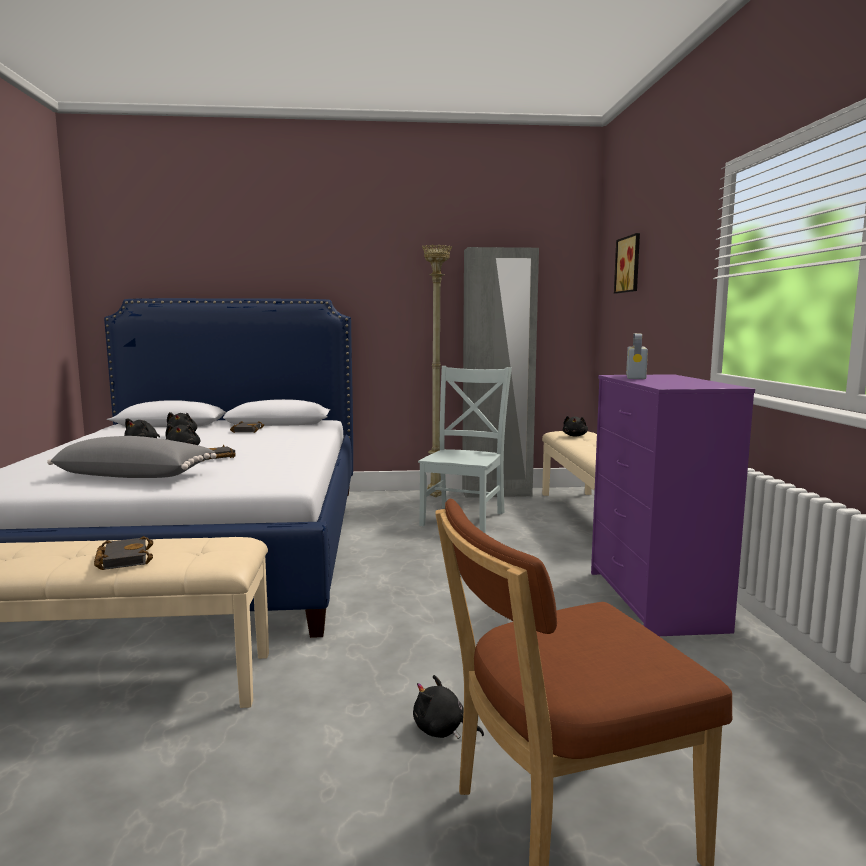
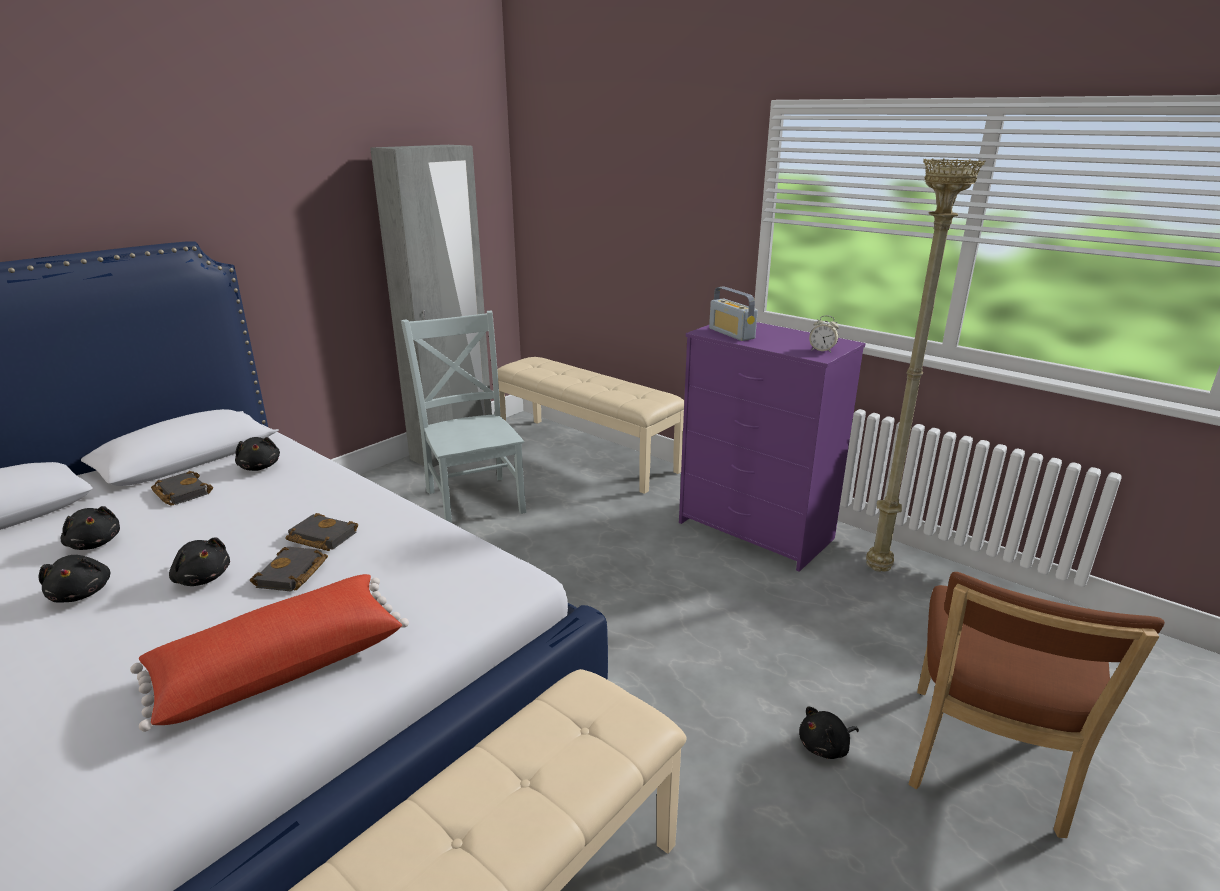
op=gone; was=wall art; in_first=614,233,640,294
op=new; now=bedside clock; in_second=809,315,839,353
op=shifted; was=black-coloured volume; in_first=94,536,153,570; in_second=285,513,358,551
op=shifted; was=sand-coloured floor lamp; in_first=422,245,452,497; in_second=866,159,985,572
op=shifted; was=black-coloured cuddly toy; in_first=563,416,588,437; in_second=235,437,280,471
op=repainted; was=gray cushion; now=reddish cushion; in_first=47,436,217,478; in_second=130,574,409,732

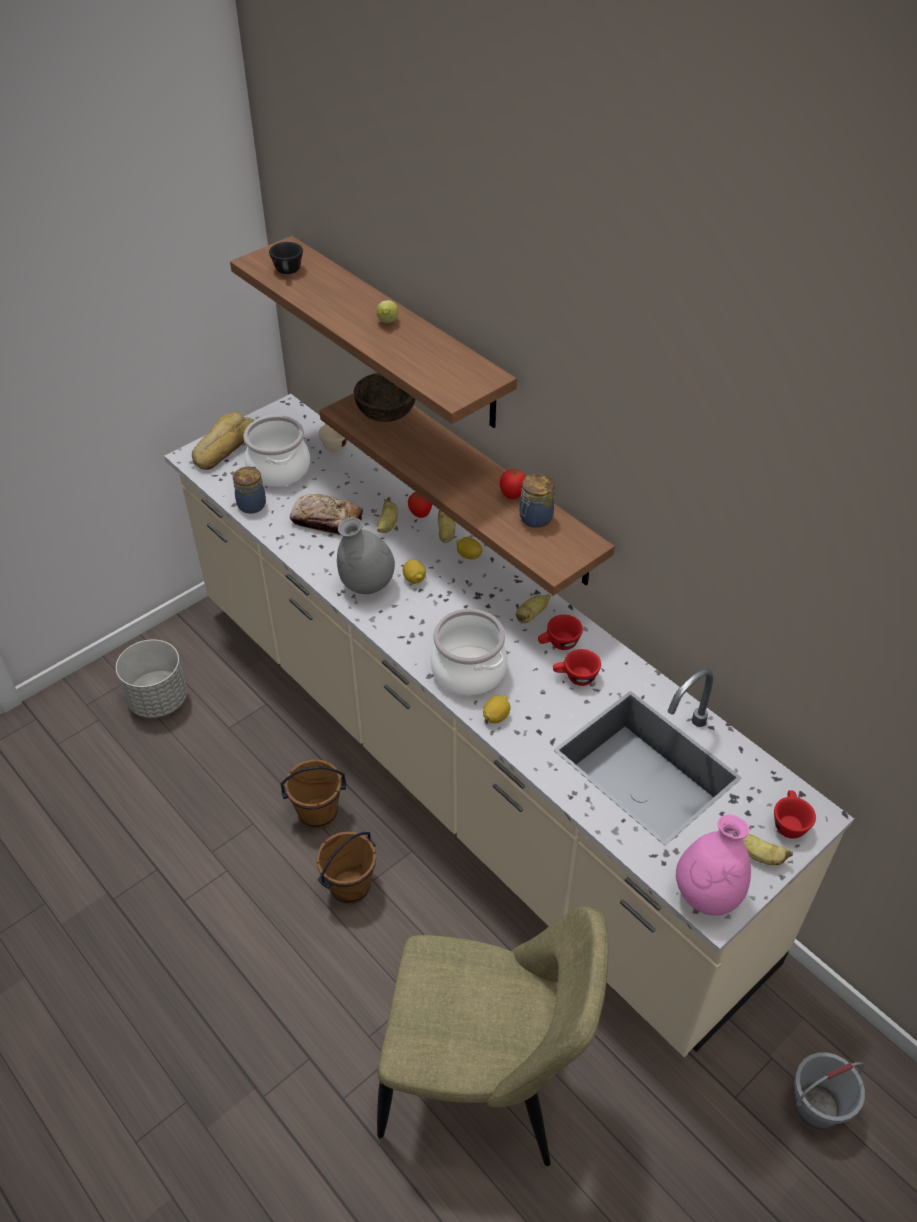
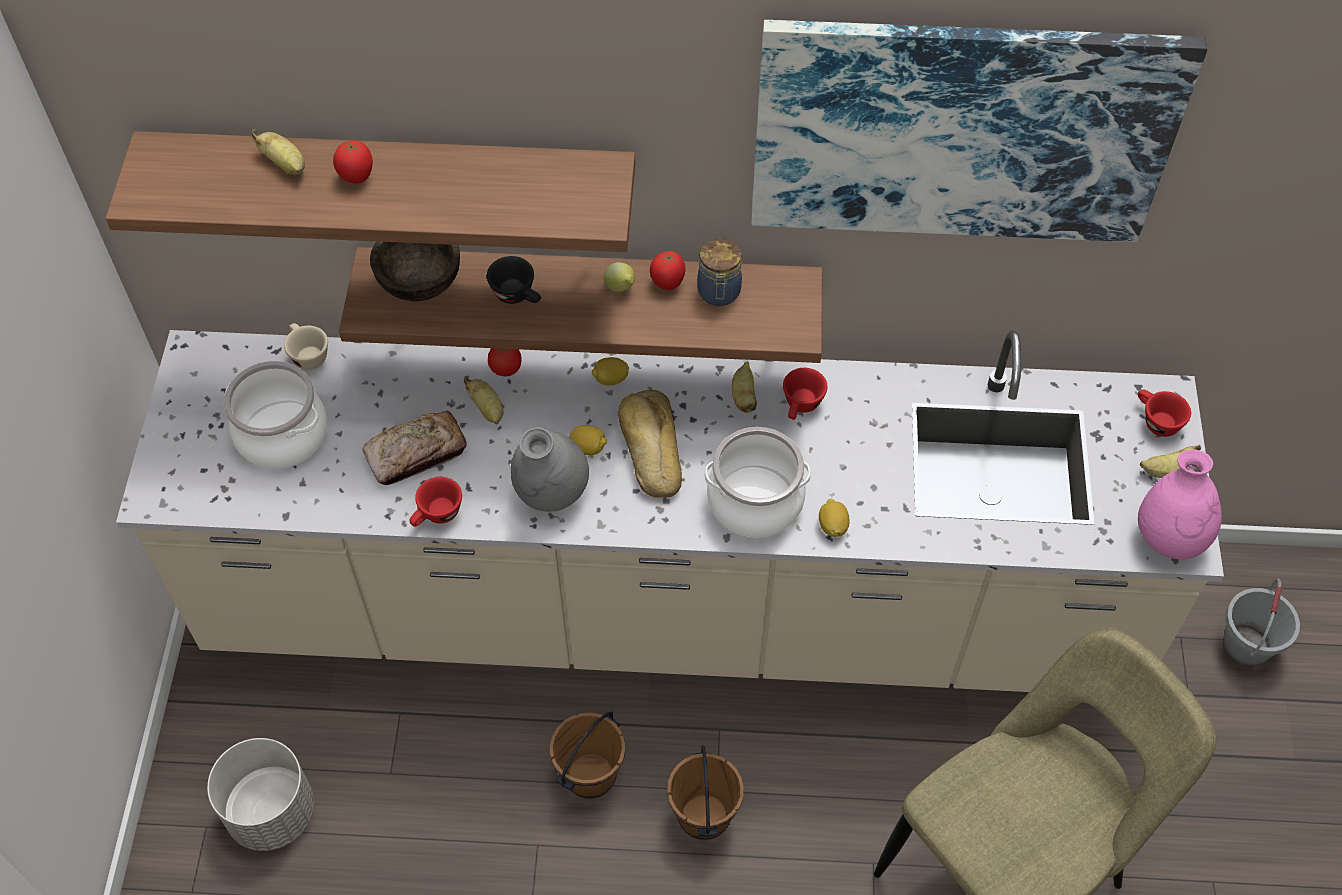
op=gone; was=jar; in_first=233,466,266,514
op=new; now=whole tomato; in_second=333,140,373,184
op=new; now=wall art; in_second=751,20,1207,242
op=shifted; was=bread; in_first=192,412,255,470; in_second=618,390,682,498
op=shifted; was=black-coloured drinking cup; in_first=269,242,303,274; in_second=487,256,541,304
op=shifted; was=citrus fruit; in_first=377,300,399,323; in_second=604,262,635,292
op=shifted; was=banana fruit; in_first=438,510,455,543; in_second=252,129,305,175
op=shifted; was=reddish drinking cup; in_first=553,649,601,686; in_second=409,477,462,527

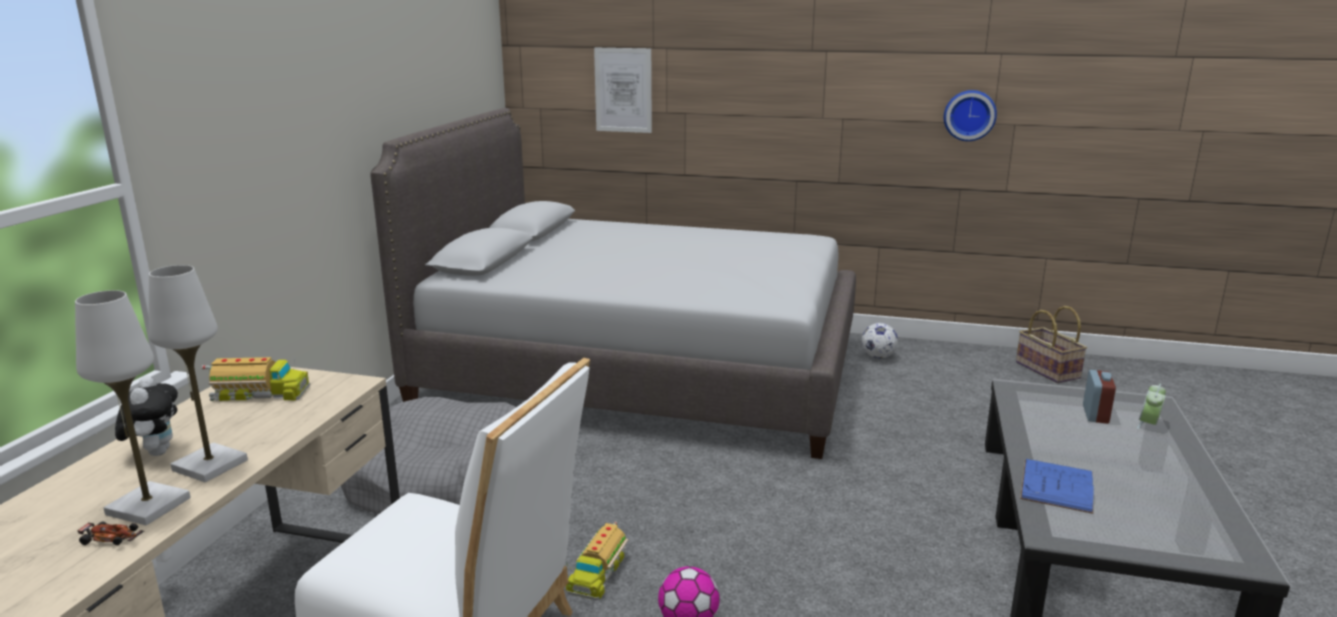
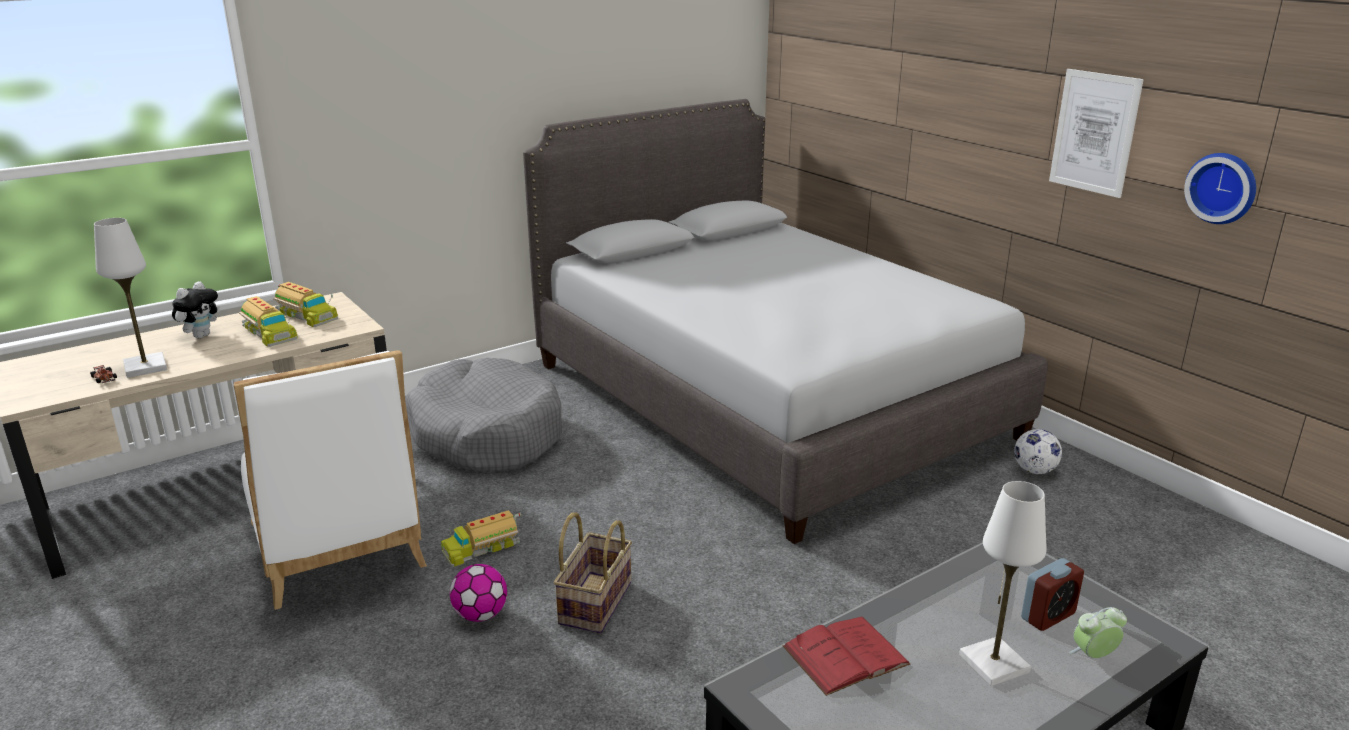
op=new; now=toy truck; in_second=239,296,298,347
op=shifted; was=white-coloured tabletop lamp; in_first=149,265,248,482; in_second=959,481,1046,686
op=shifted; was=wall art; in_first=594,48,652,133; in_second=1049,69,1144,198
op=shifted; was=storage basket; in_first=1016,306,1087,383; in_second=554,512,632,633
op=repainted; was=bluish volume; now=reddish volume; in_first=1020,459,1094,514; in_second=782,617,911,696

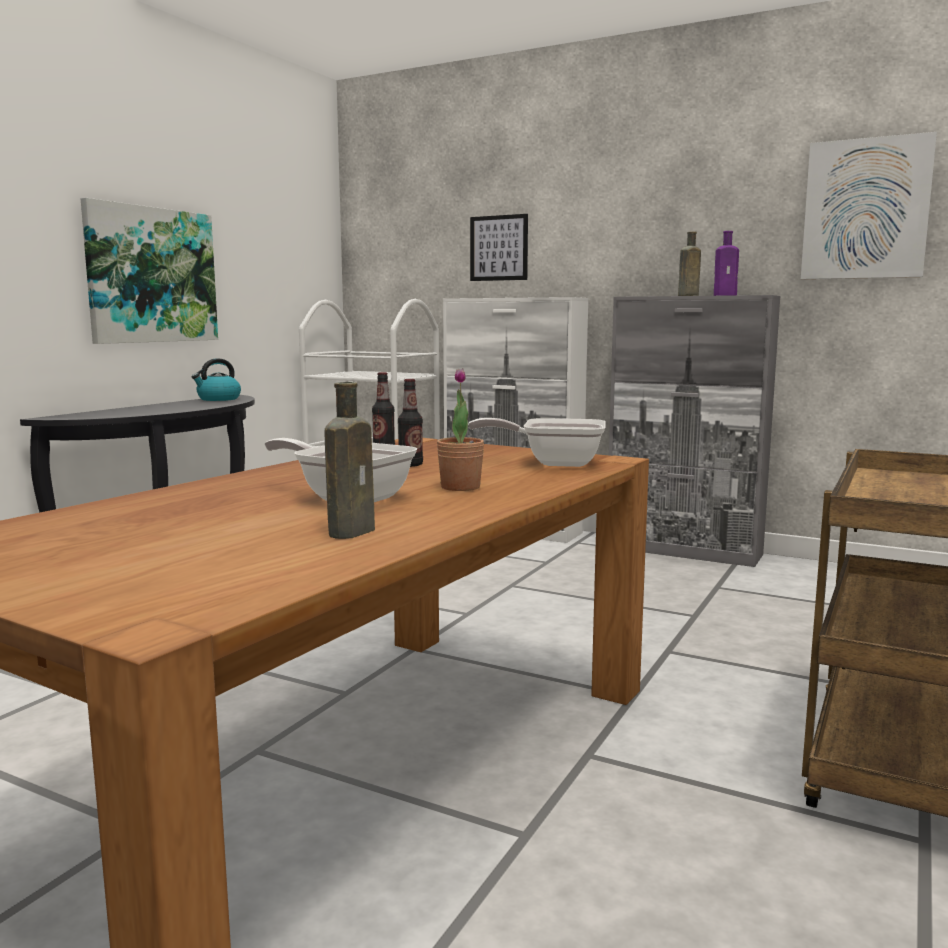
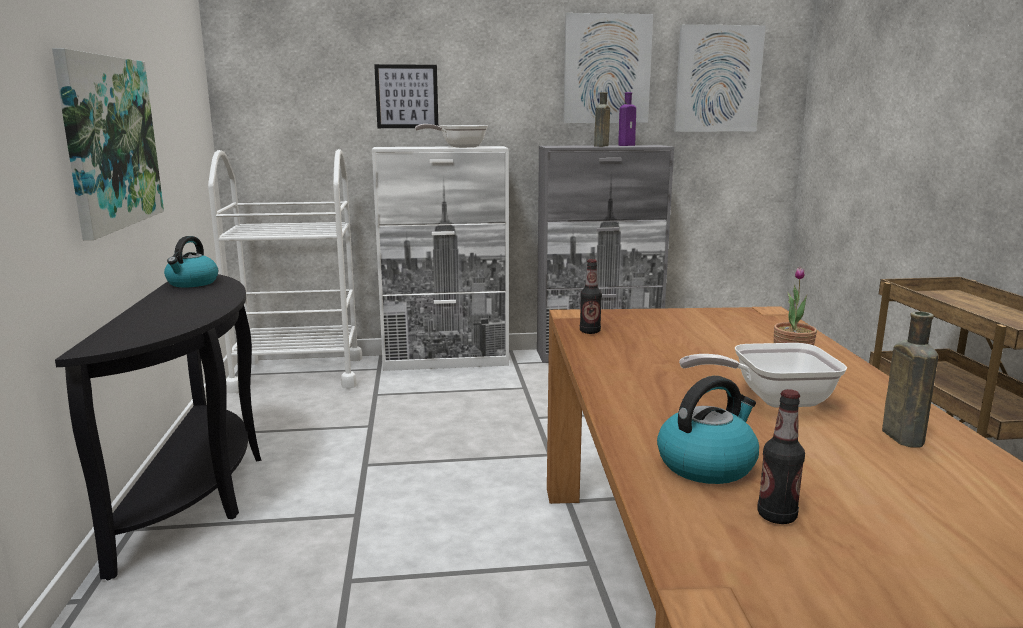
op=new; now=wall art; in_second=563,13,653,123
op=new; now=water kettle; in_second=657,376,759,484
op=shifted; was=beverage bottle; in_first=398,379,423,467; in_second=757,389,805,524
op=shifted; was=frying pan; in_first=468,418,606,467; in_second=415,124,488,148

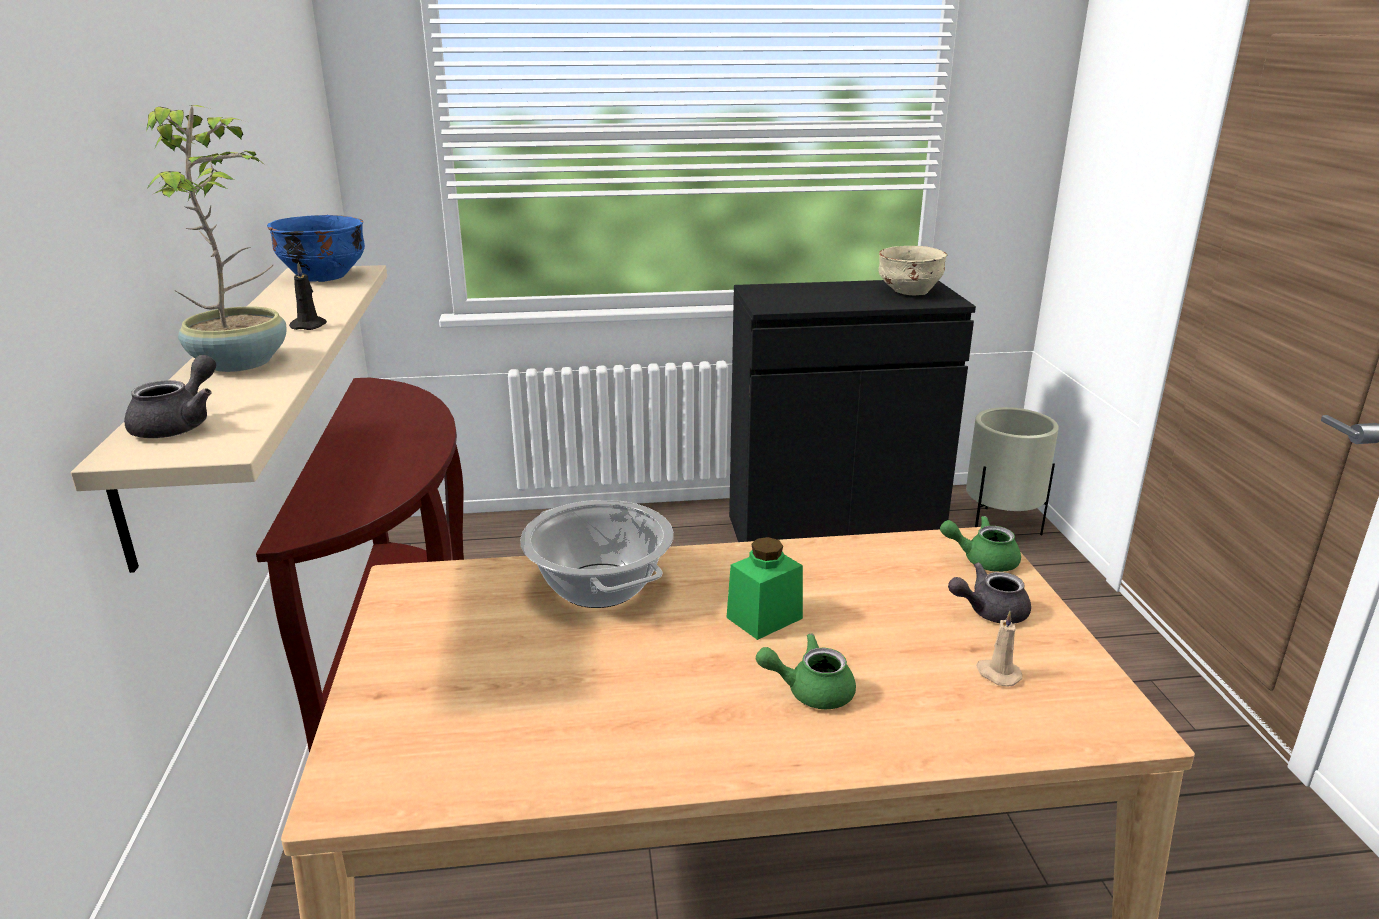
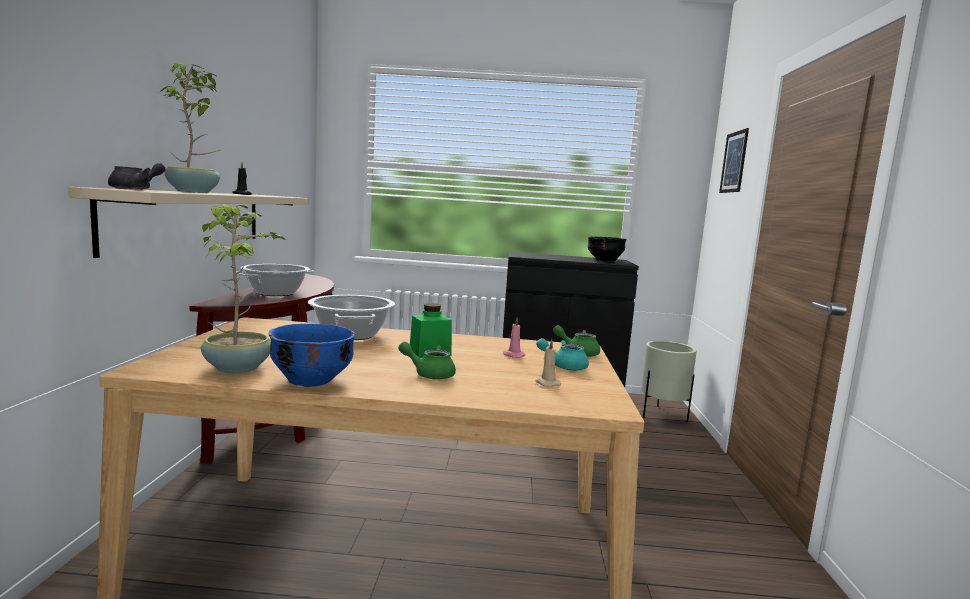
op=new; now=potted plant; in_second=201,204,287,373
op=new; now=saucepot; in_second=236,264,315,296
op=new; now=pink candle; in_second=502,318,525,358
op=new; now=wall art; in_second=719,128,749,193
op=shifted; was=bluish bowl; in_first=267,215,365,282; in_second=269,324,355,387
op=repainted; was=sand-coloured bowl; now=black-coloured bowl; in_first=879,246,948,295; in_second=588,237,627,261
op=repainted; was=gray pot for tea; now=turquoise-coloured pot for tea; in_first=948,562,1031,624; in_second=536,338,589,371

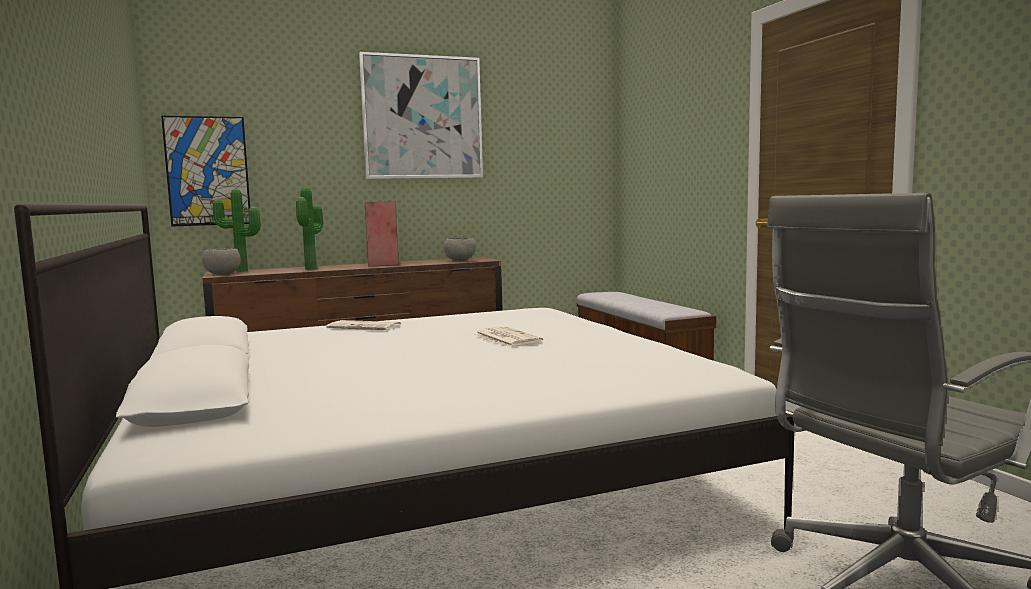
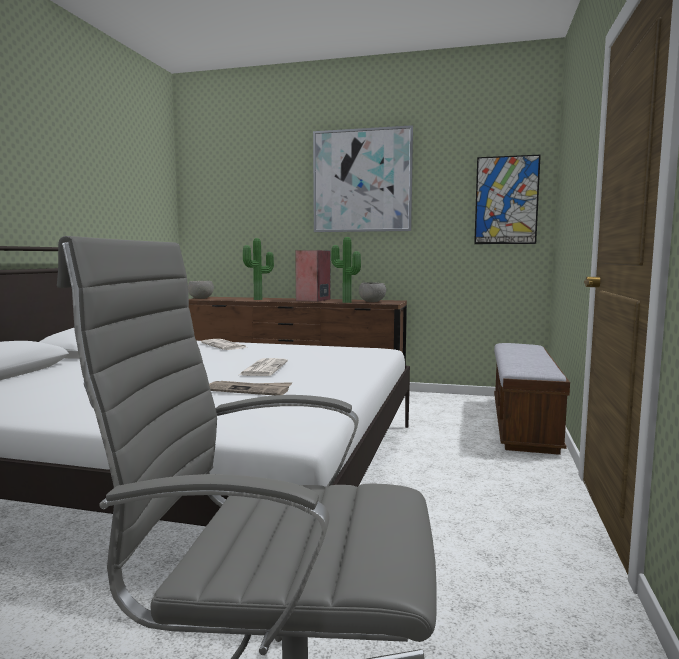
op=new; now=daily paper; in_second=209,381,292,396
op=shifted; was=wall art; in_first=161,116,250,227; in_second=474,155,541,244
op=shifted; was=potted plant; in_first=213,189,261,272; in_second=331,237,361,303

